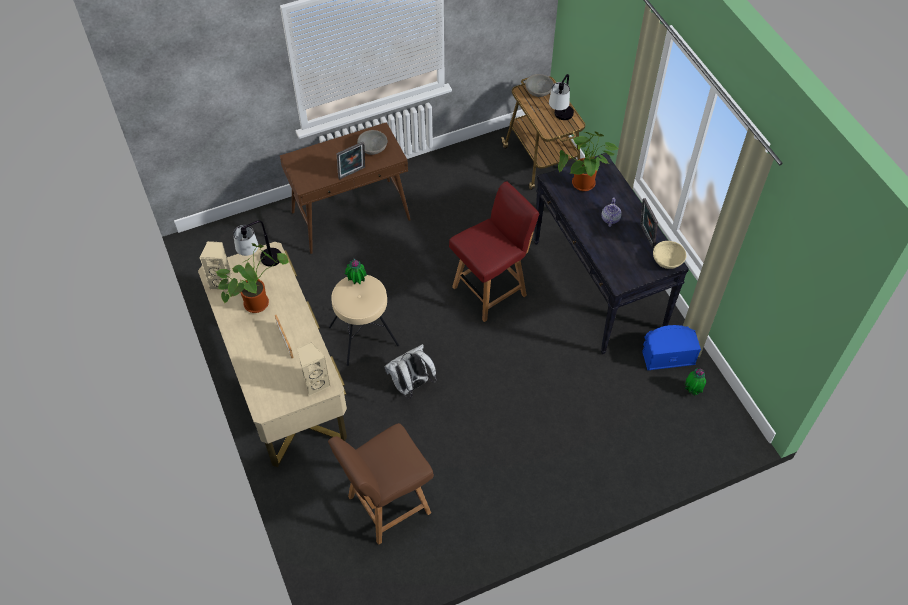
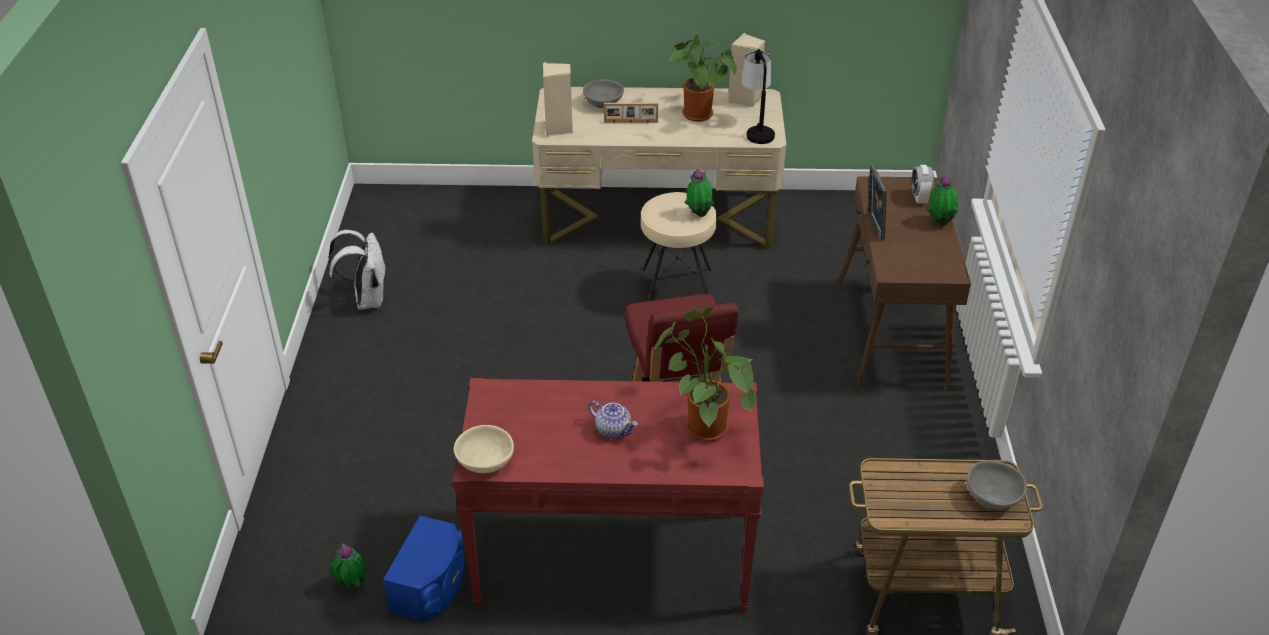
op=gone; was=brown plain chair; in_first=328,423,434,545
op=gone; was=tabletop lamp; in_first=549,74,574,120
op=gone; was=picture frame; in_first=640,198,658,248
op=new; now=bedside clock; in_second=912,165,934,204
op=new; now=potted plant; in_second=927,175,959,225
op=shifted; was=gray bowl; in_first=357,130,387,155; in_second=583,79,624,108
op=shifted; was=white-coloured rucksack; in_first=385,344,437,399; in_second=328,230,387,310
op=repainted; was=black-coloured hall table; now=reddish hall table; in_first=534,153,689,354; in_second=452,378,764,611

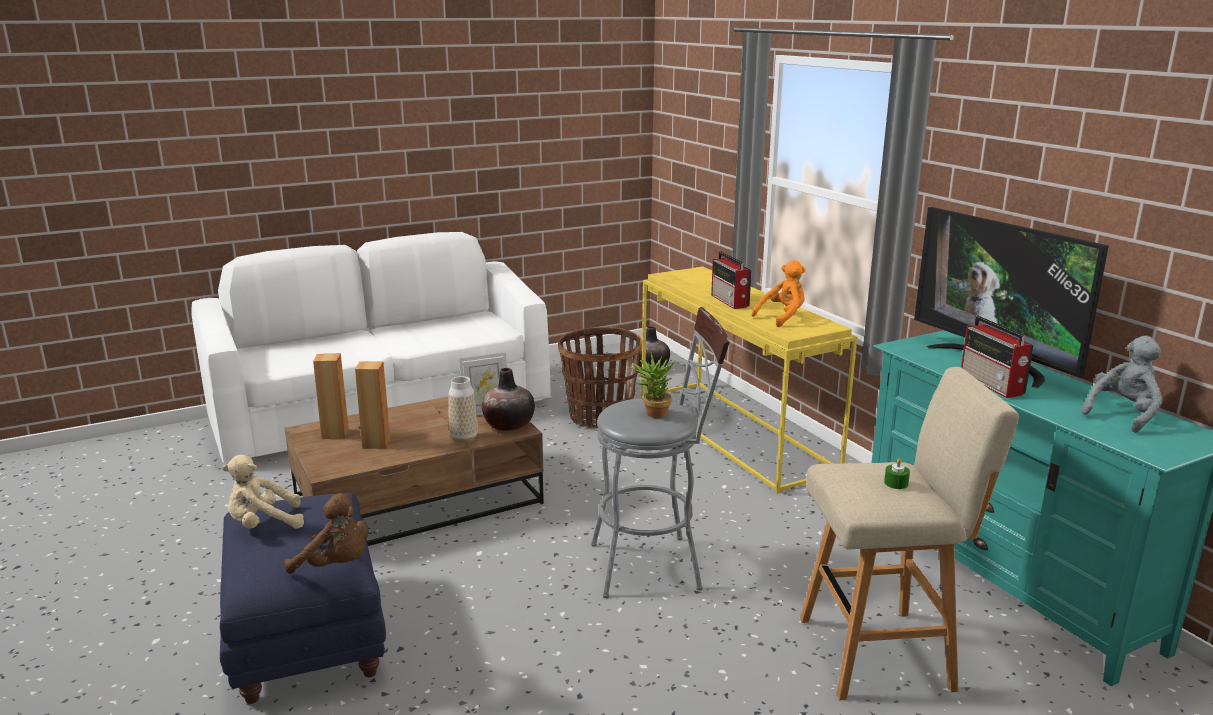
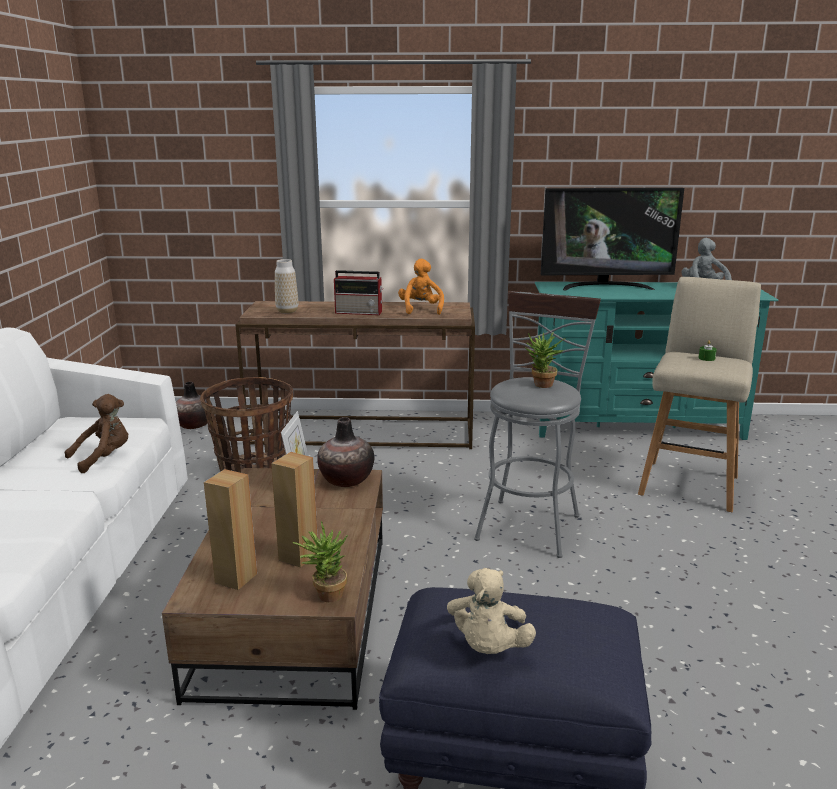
op=gone; was=radio set; in_first=961,316,1034,398
op=new; now=potted plant; in_second=293,521,348,602
op=shifted; was=brown cuddly toy; in_first=284,493,369,574; in_second=65,394,128,473
op=shifted; was=vase; in_first=448,376,478,443; in_second=275,259,298,313
op=repainted; was=yellowish hall table; now=brown hall table; in_first=641,267,857,494; in_second=235,301,475,449

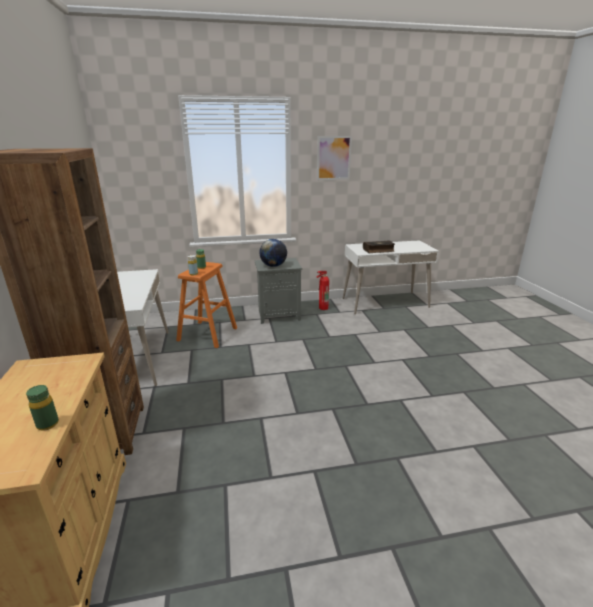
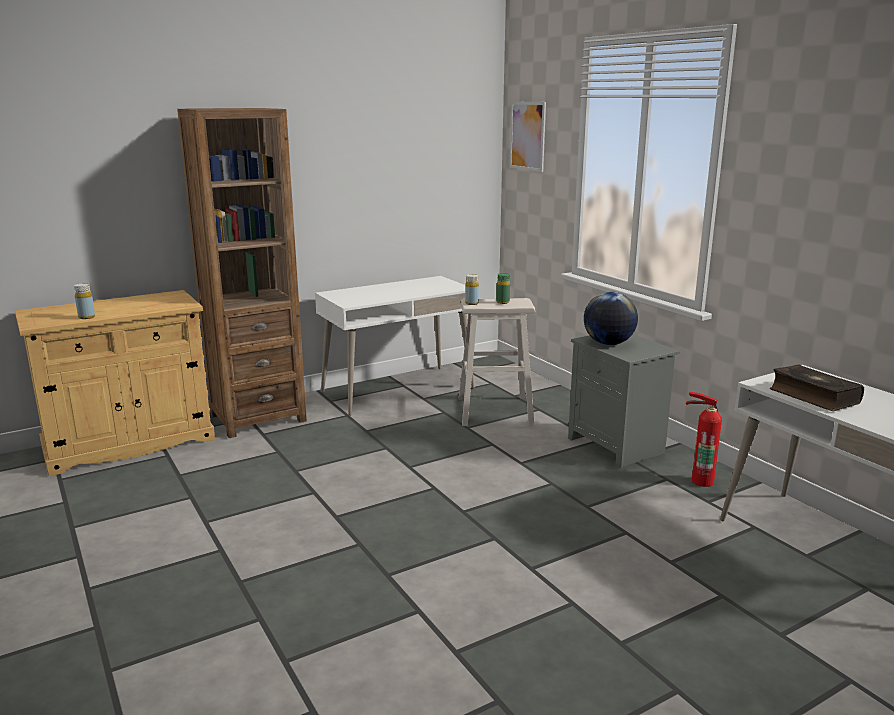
op=shifted; was=wall art; in_first=317,136,352,180; in_second=510,101,546,172
op=repainted; was=greenish beverage bottle; now=yellowish beverage bottle; in_first=26,385,59,431; in_second=74,283,95,319
op=repainted; was=orange-coloured stool; now=sand-coloured stool; in_first=176,262,237,348; in_second=459,298,535,426

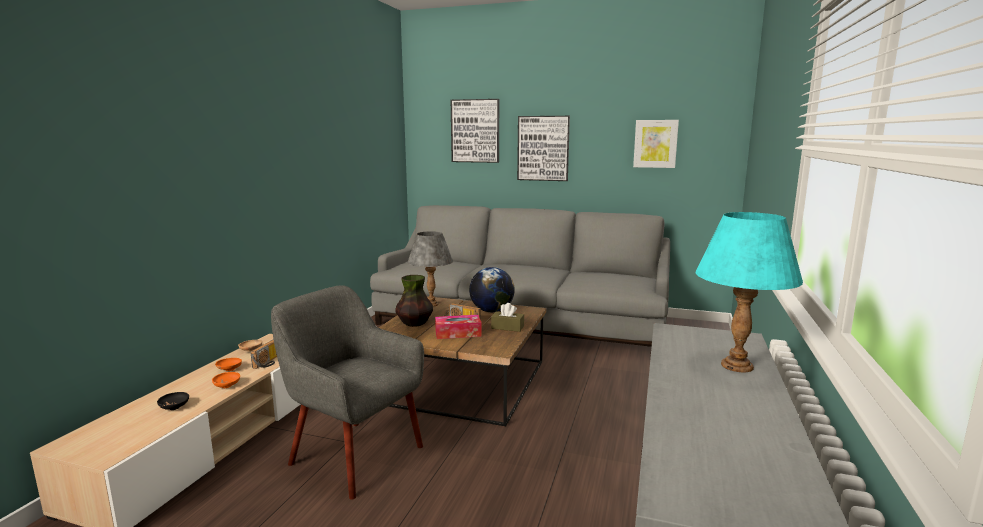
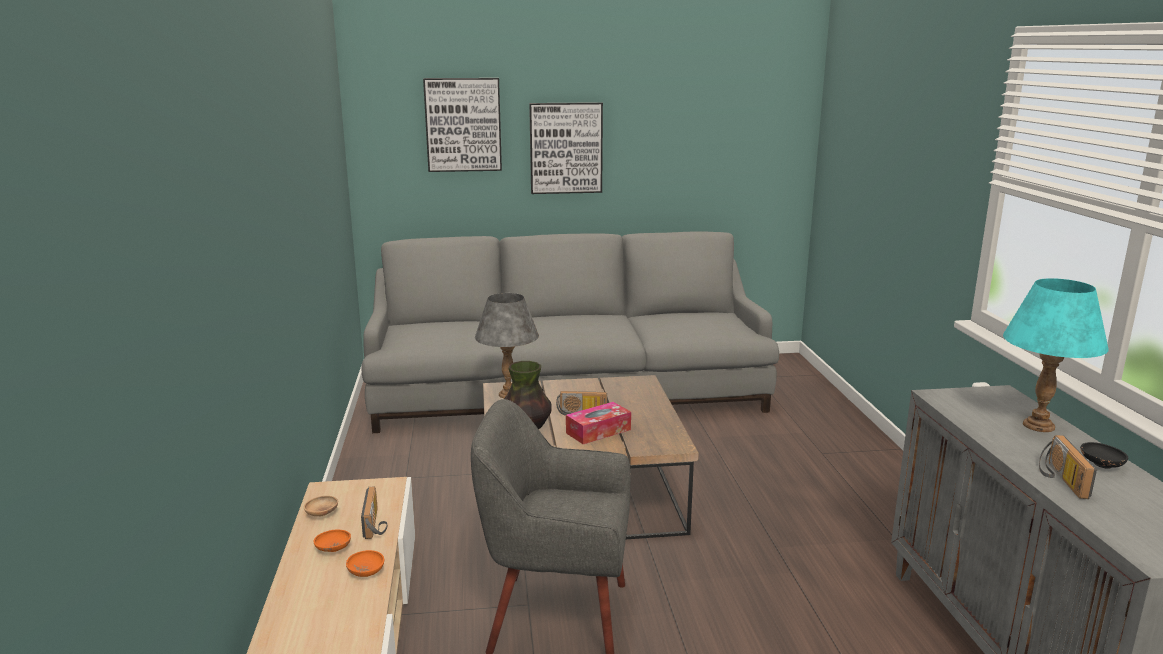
op=gone; was=desk globe; in_first=469,267,515,312
op=gone; was=brown tissue holder; in_first=491,303,524,332
op=gone; was=wall art; in_first=633,120,679,168
op=new; now=radio set; in_second=1039,435,1097,499
op=shifted; was=black-coloured bowl; in_first=157,392,189,410; in_second=1080,442,1128,469

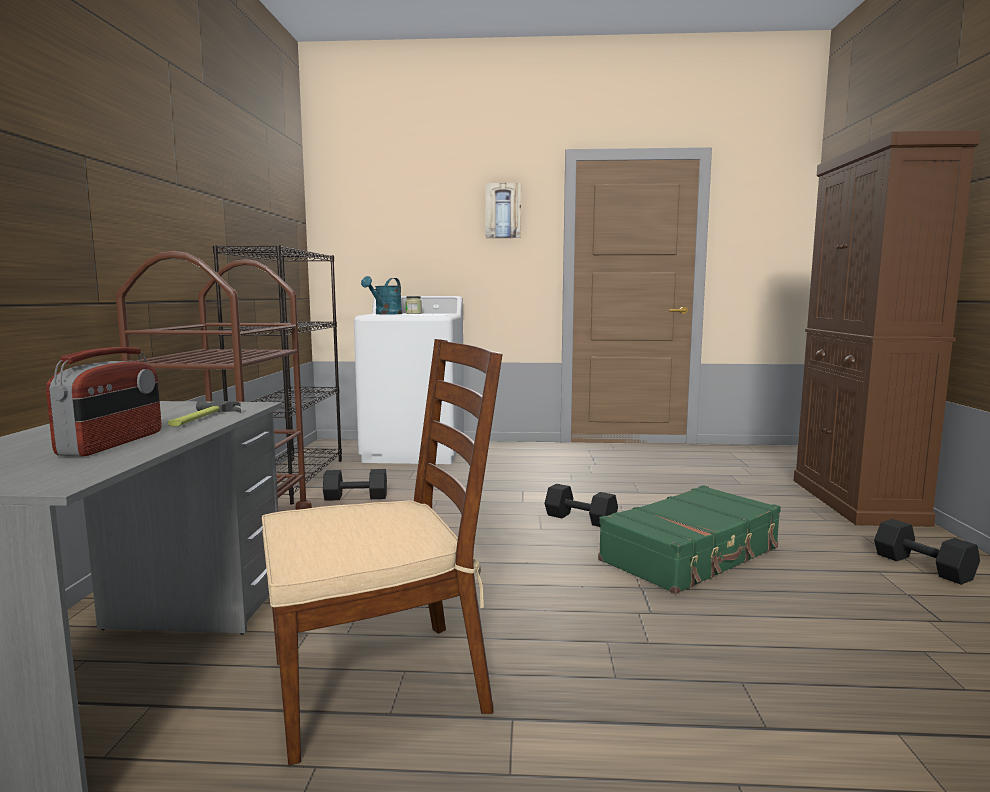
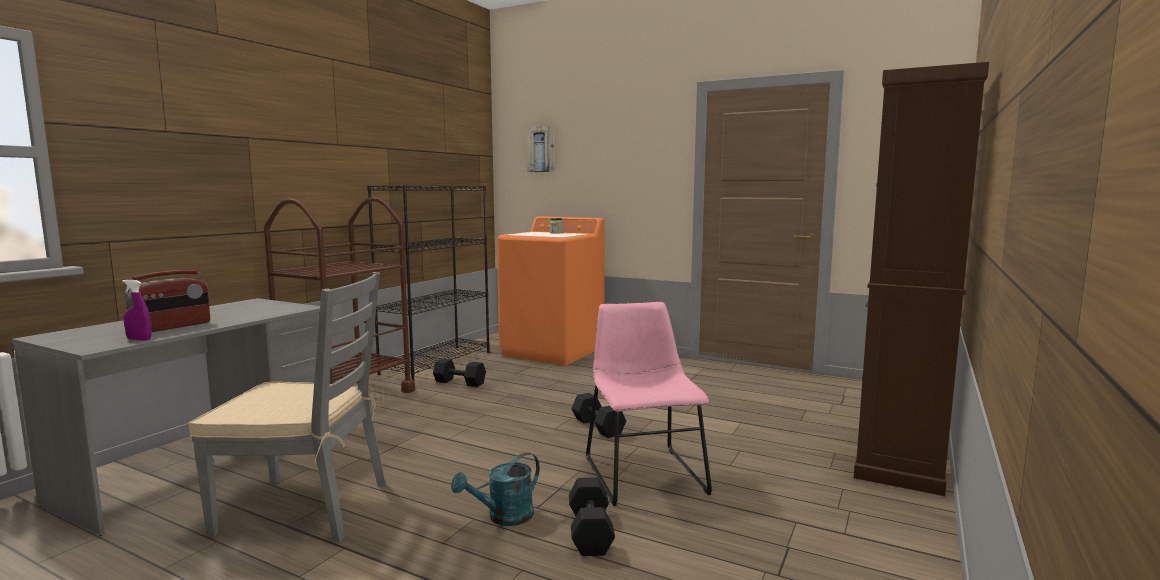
op=gone; was=hand hammer; in_first=168,401,241,426
op=new; now=purplish spray bottle; in_second=122,280,152,341
op=shifted; was=turquoise-coloured sprinkling can; in_first=361,276,402,314; in_second=451,452,540,526
op=shifted; was=wall art; in_first=485,183,521,238; in_second=527,126,555,172
op=shifted; was=black-coloured dumbbell; in_first=874,519,980,585; in_second=569,477,615,556
op=swapped; was=greenish suitcase; now=pink plain chair; in_first=598,485,781,594; in_second=586,302,712,506
op=repainted; was=brown plain chair; now=gray plain chair; in_first=262,339,503,765; in_second=188,272,386,542
op=repainted; was=white-coloured washing machine; now=orange-coloured washing machine; in_first=354,296,464,464; in_second=497,216,605,365

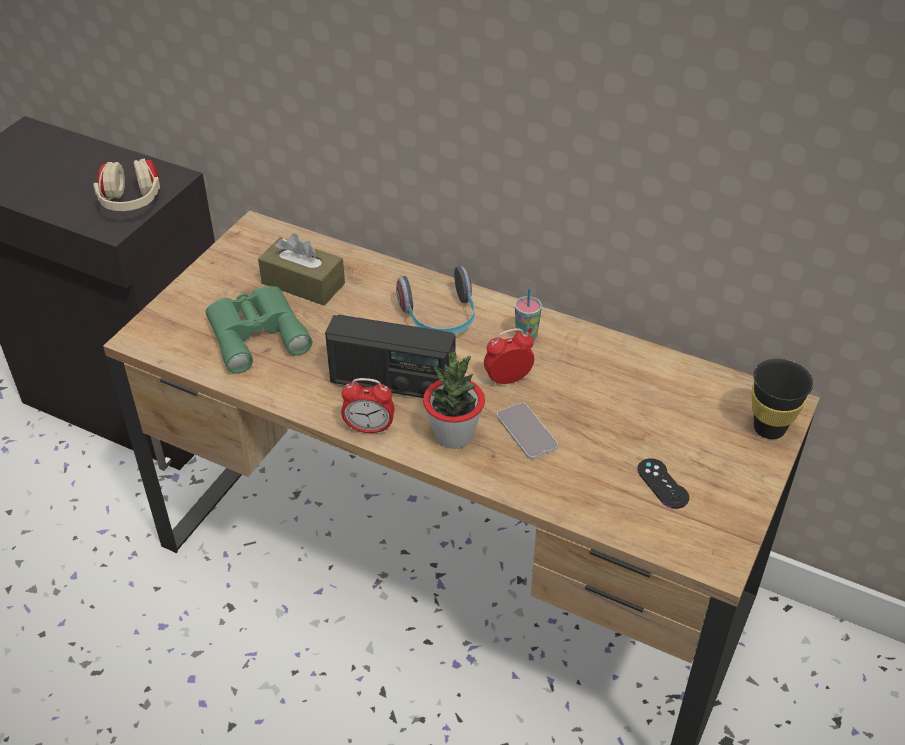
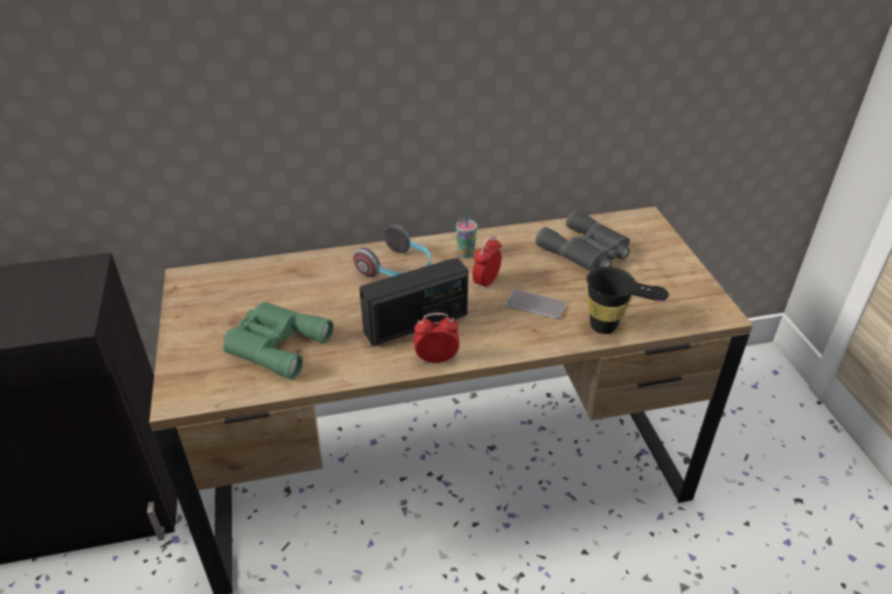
op=gone; was=sand-coloured headset; in_first=94,158,160,211
op=gone; was=brown tissue holder; in_first=258,234,345,306
op=gone; was=potted plant; in_first=423,351,485,449
op=new; now=gray pair of binoculars; in_second=535,209,630,271
op=shifted; was=black-coloured drinking cup; in_first=752,359,814,439; in_second=586,267,636,334
op=rotated; was=bedside clock; in_first=341,378,394,433; in_second=414,313,459,363; clockwise=-150

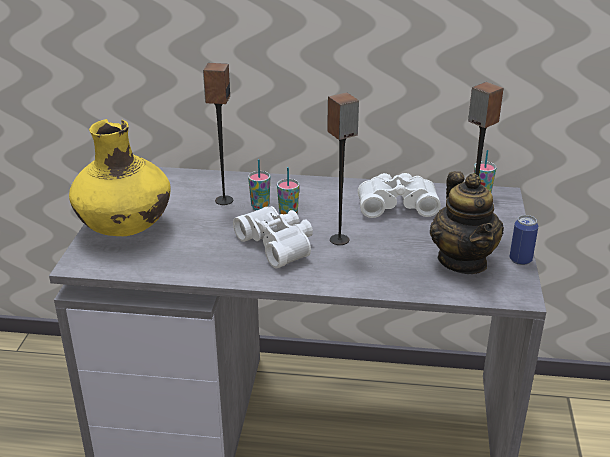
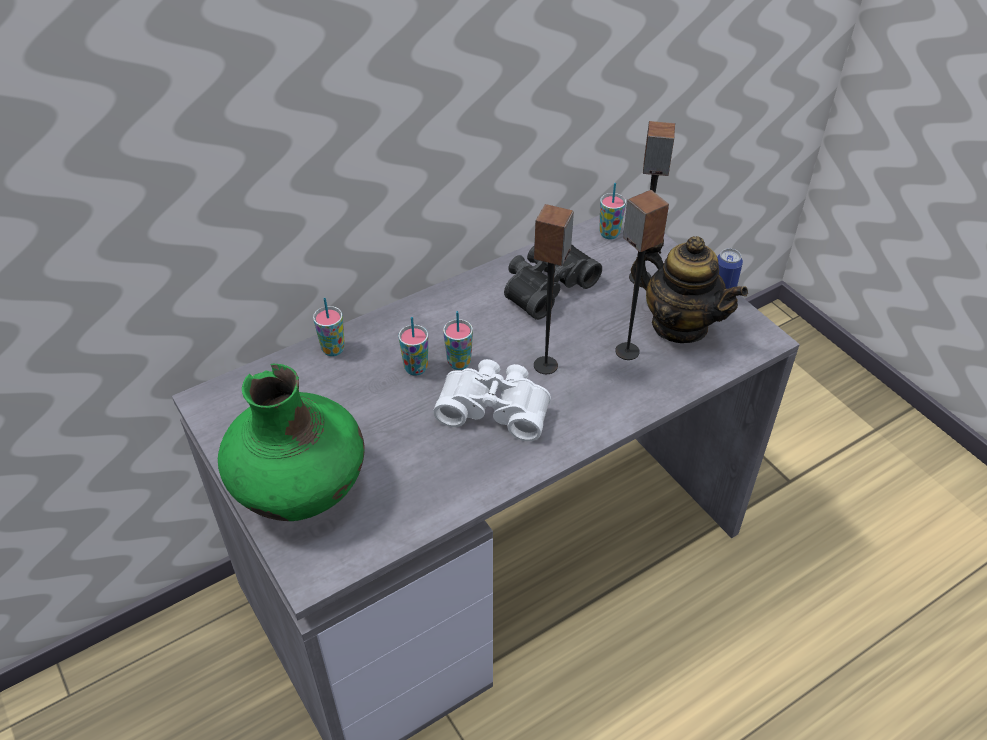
op=new; now=drinking cup; in_second=313,298,345,356
op=shifted; was=loudspeaker; in_first=203,63,233,205; in_second=615,190,669,360
op=repainted; was=yellowish vase; now=greenish vase; in_first=69,119,171,236; in_second=218,364,365,521
op=repainted; was=white-coloured pair of binoculars; now=black-coloured pair of binoculars; in_first=358,173,441,218; in_second=504,244,602,320

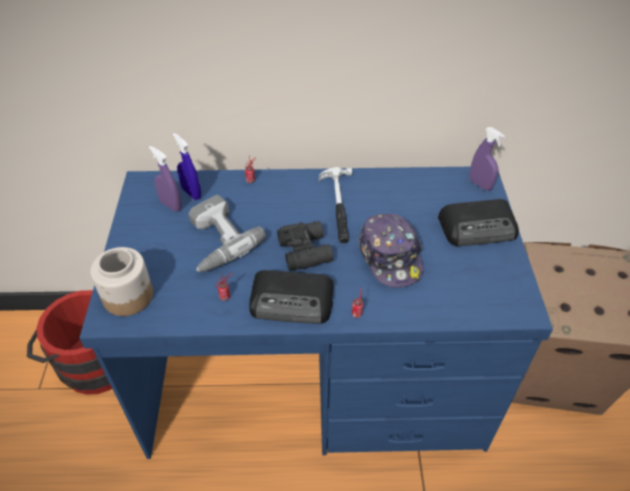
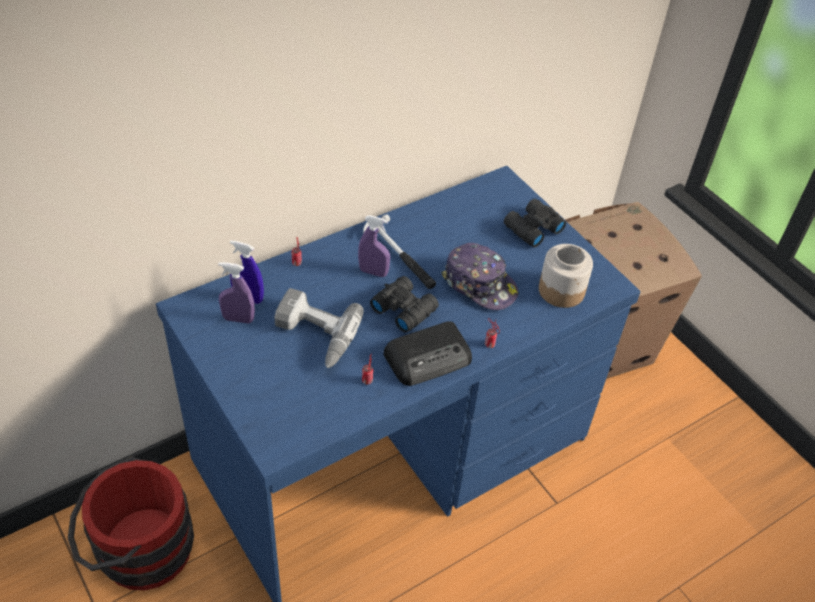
op=shifted; was=jar; in_first=90,247,153,316; in_second=539,244,593,308
op=shifted; was=purplish spray bottle; in_first=470,127,505,191; in_second=358,215,390,277
op=swapped; was=radio set; now=black-coloured pair of binoculars; in_first=438,199,519,246; in_second=504,199,566,247

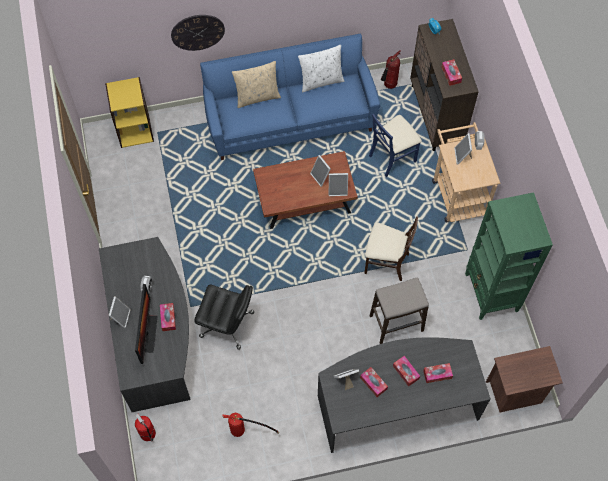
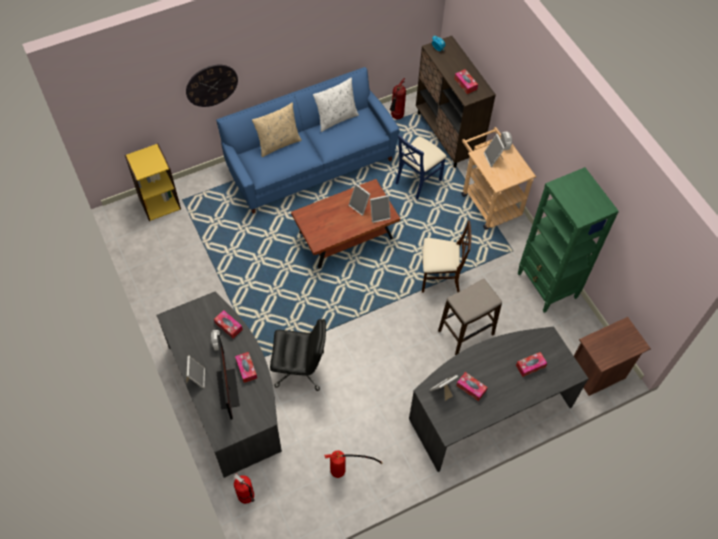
op=shifted; was=tissue holder; in_first=393,356,420,386; in_second=214,310,243,338

